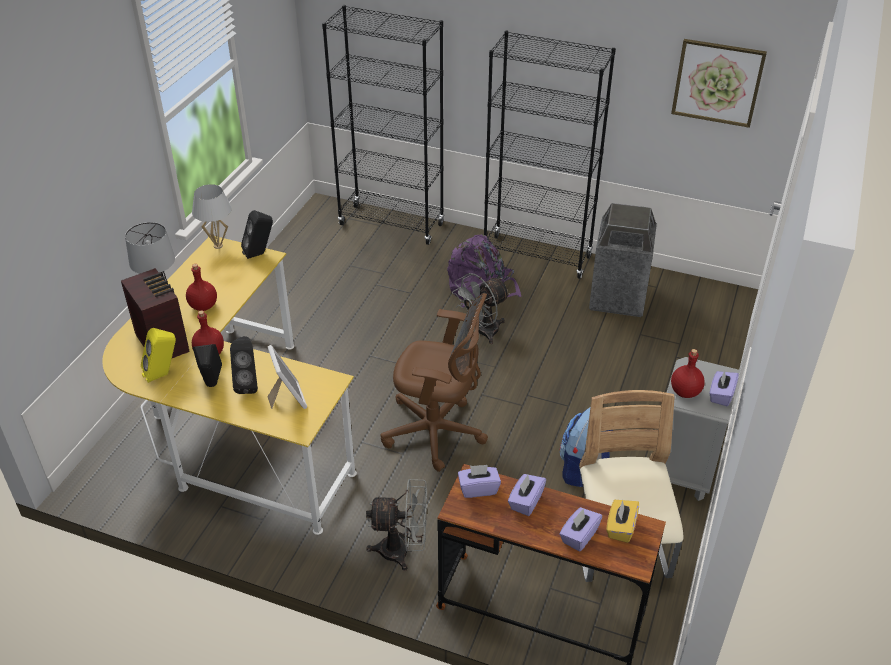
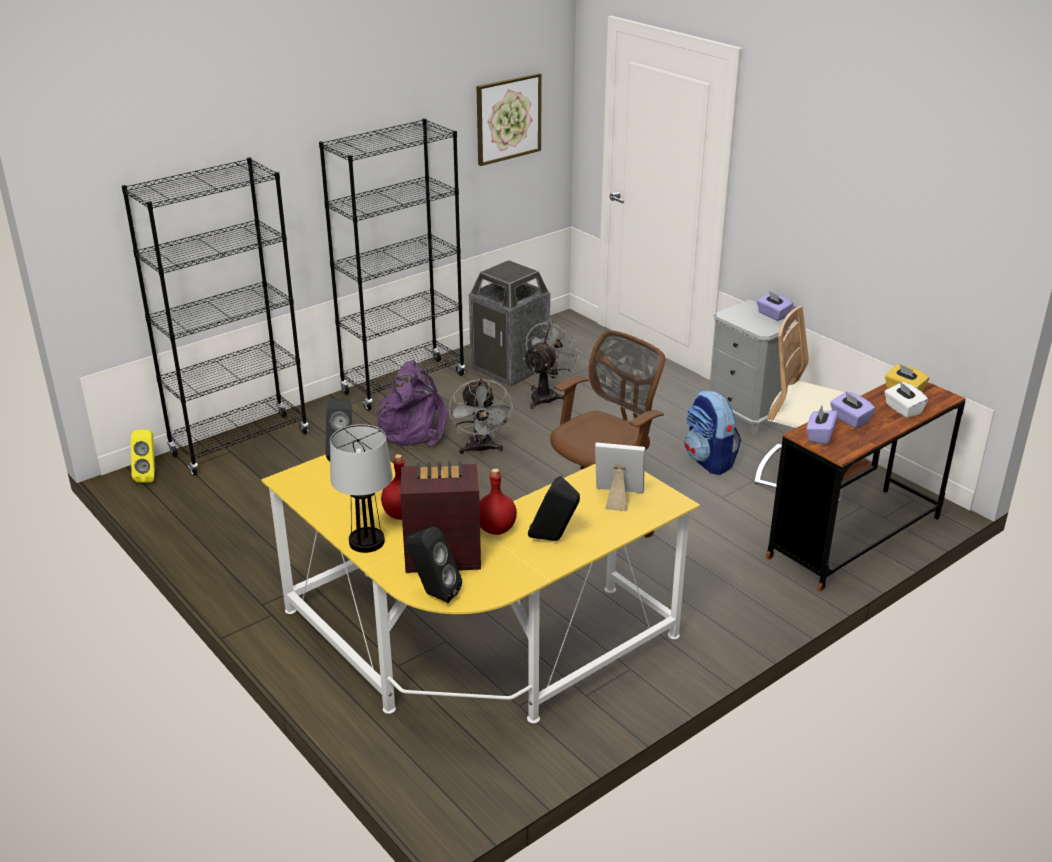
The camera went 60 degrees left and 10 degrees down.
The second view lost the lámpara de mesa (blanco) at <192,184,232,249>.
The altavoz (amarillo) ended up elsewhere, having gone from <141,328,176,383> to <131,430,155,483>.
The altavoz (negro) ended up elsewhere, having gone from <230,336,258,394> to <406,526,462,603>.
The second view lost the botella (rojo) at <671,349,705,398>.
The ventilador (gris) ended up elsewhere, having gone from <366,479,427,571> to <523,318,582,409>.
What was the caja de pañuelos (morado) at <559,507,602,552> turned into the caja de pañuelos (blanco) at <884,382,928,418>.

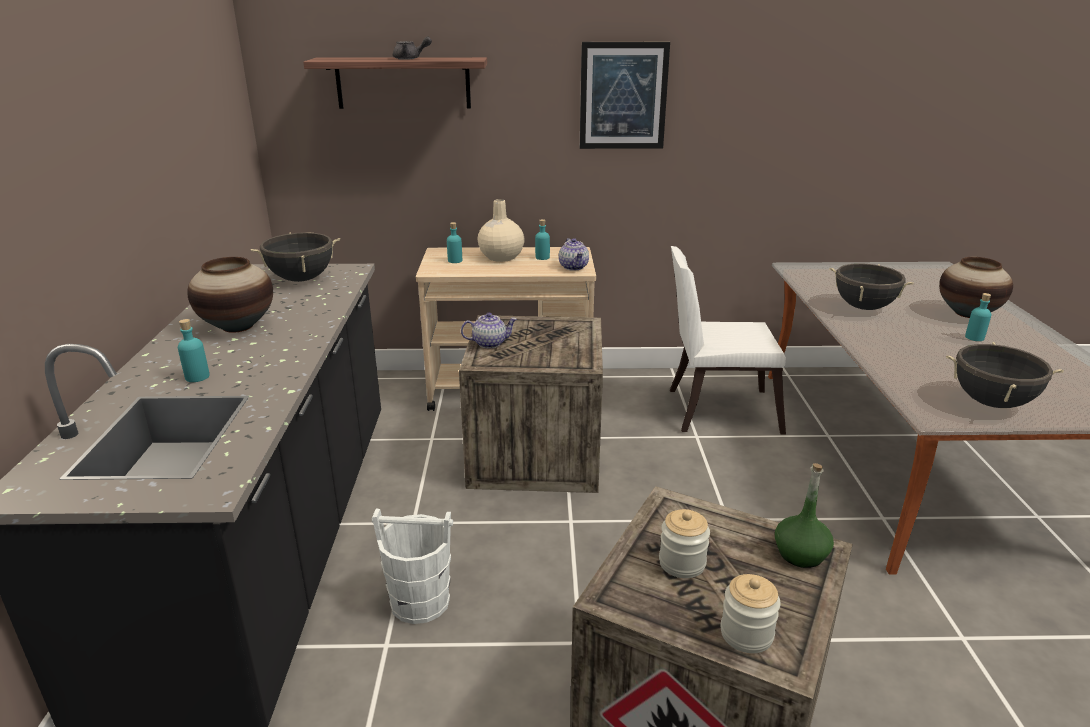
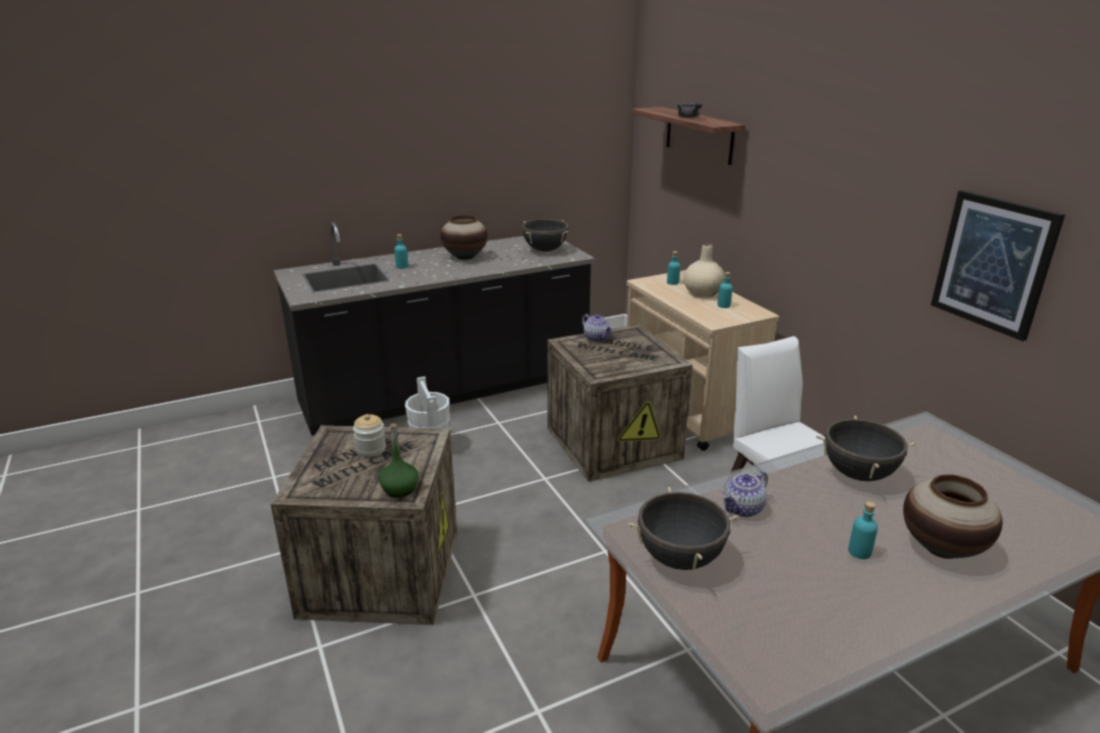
The camera went 65 degrees right and 0 degrees up.
The cuadro ended up elsewhere, having gone from <580,42,670,149> to <931,190,1065,341>.
The tetera ended up elsewhere, having gone from <559,238,589,271> to <723,471,768,517>.
The second view lost the tarro at <720,574,781,653>.

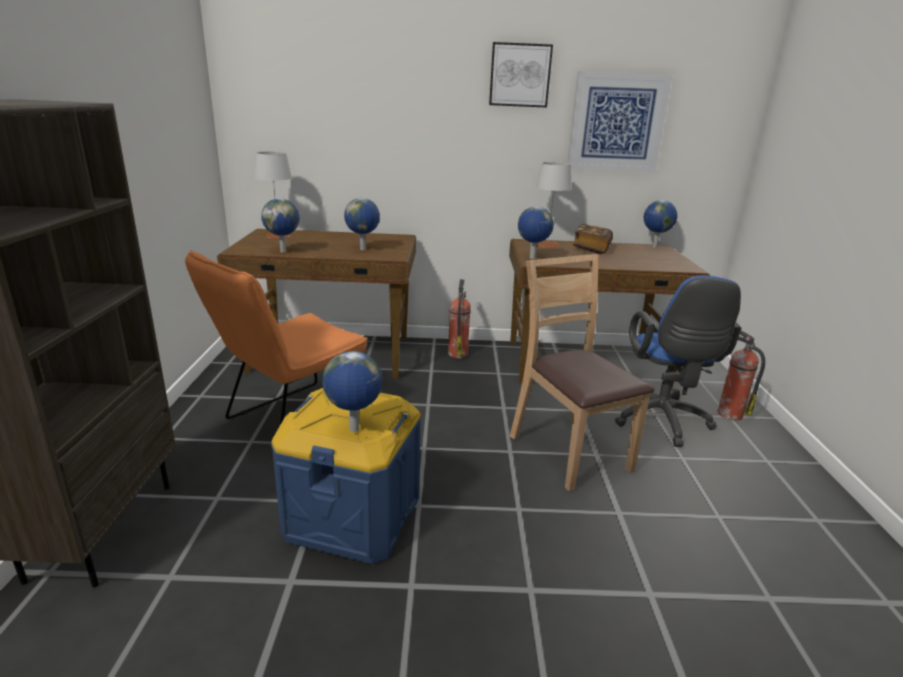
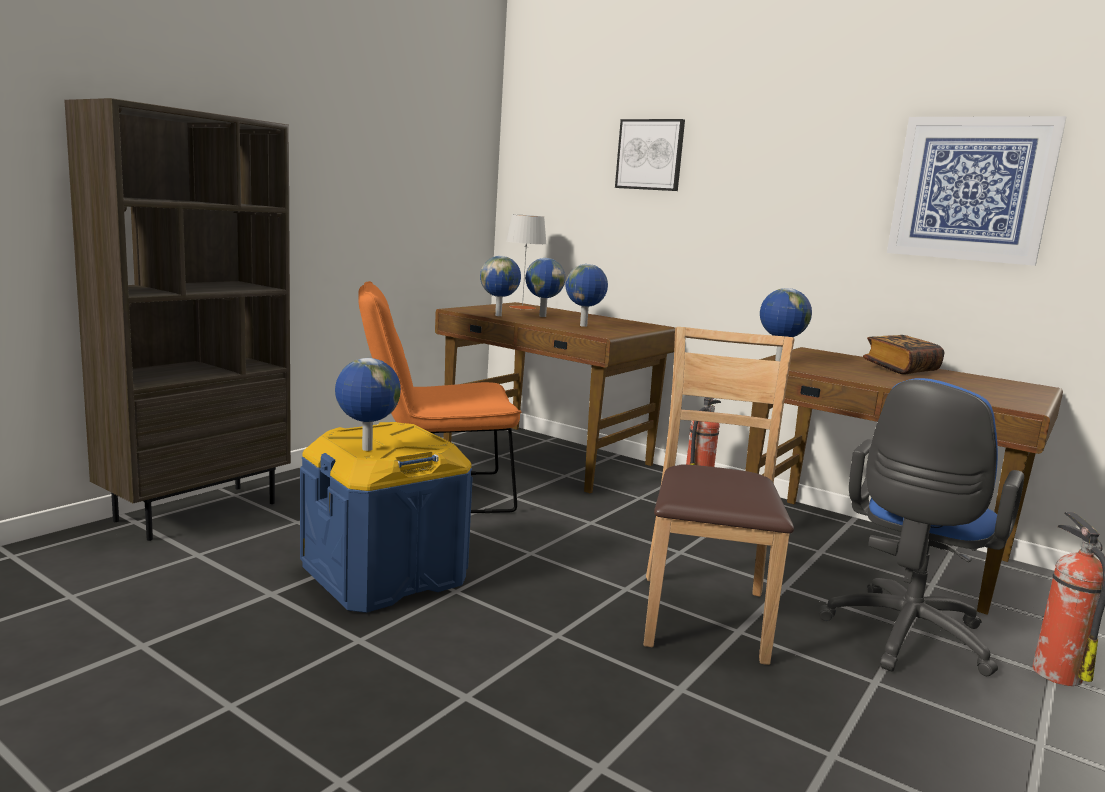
The camera went 35 degrees right and 10 degrees down.
The cuadro ended up elsewhere, having gone from <489,42,553,108> to <615,119,685,191>.
The second view lost the lámpara de mesa (gris) at <536,162,572,247>.
The globo terráqueo ended up elsewhere, having gone from <644,200,678,248> to <525,258,565,317>.

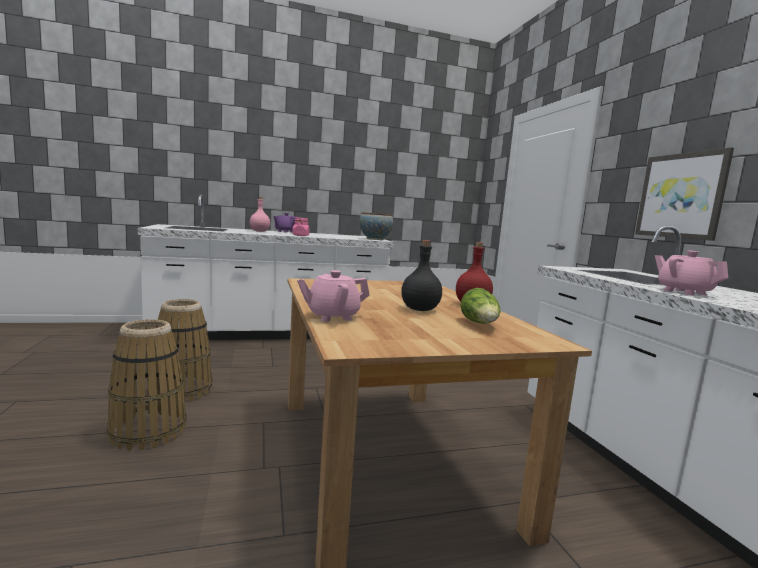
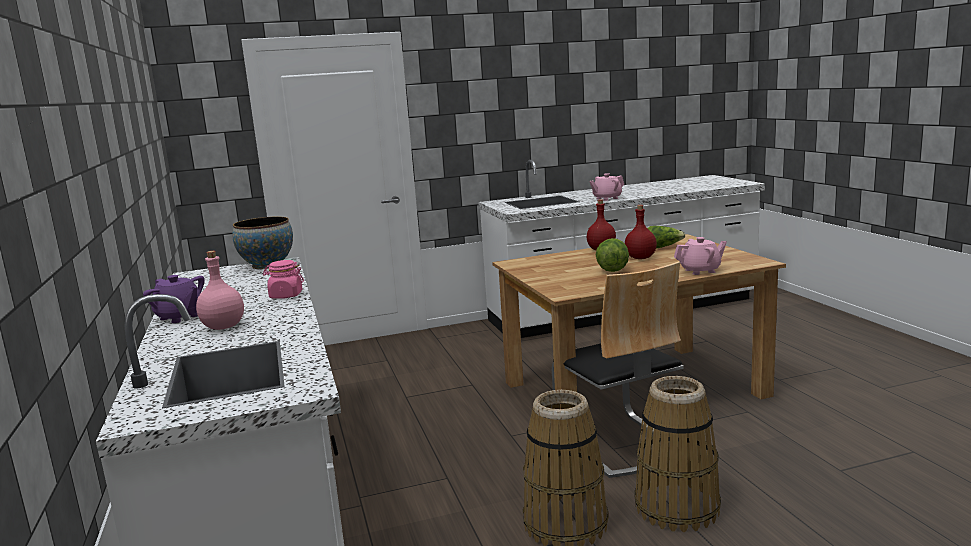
The camera went 90 degrees left and 5 degrees up.
The second view lost the cuadro at <635,147,734,241>.
What was the botella (negro) at <401,240,442,311> turned into the botella (rojo) at <625,205,657,259>.
The tetera (rosa) at <297,270,370,322> ended up facing another way, 75 degrees counterclockwise from before.
The second view gained the lechuga at <596,238,629,272>.
The second view gained the silla at <552,261,684,478>.

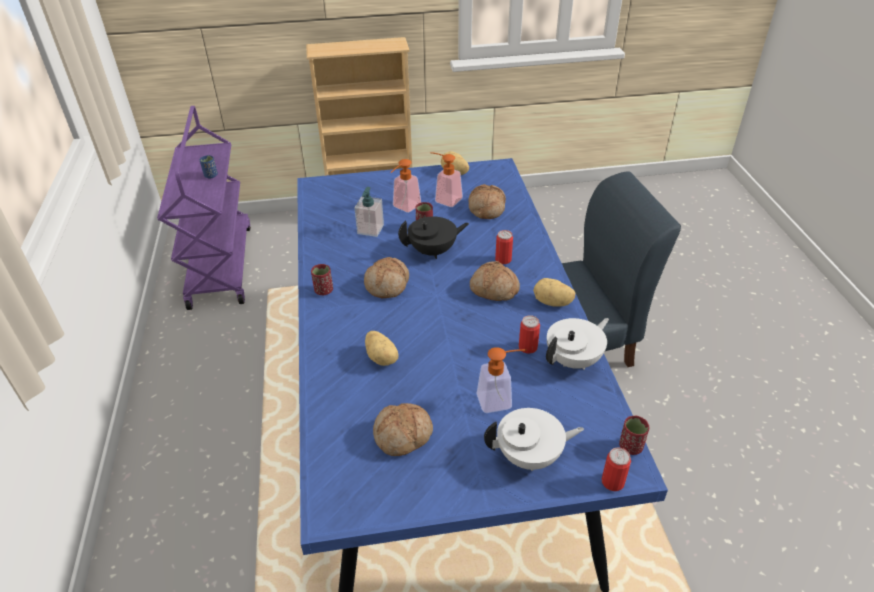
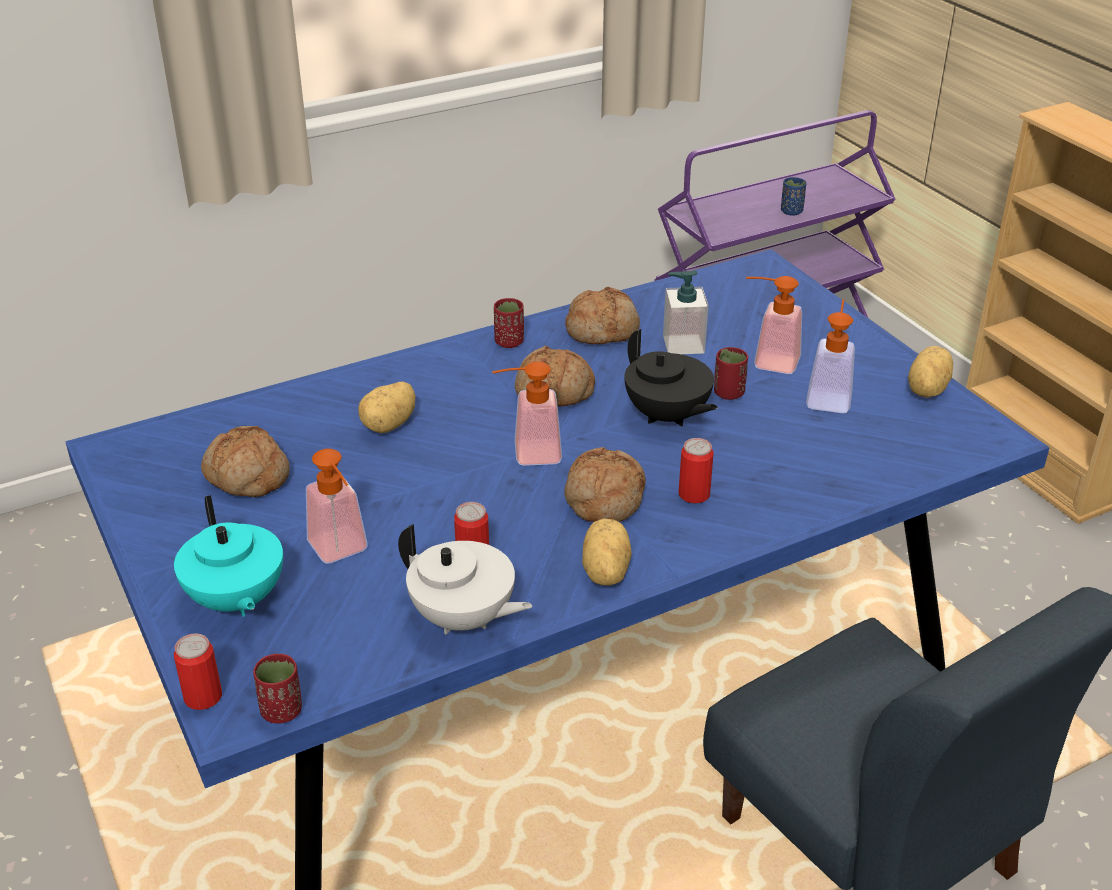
The camera went 70 degrees right and 5 degrees down.
The pan ended up elsewhere, having gone from <469,184,506,219> to <565,287,640,344>.
What was the tetera (blanco) at <484,408,584,471> turned into the tetera (turquesa) at <174,495,283,617>.
The second view gained the dispensador de jabón at <492,361,562,466>.

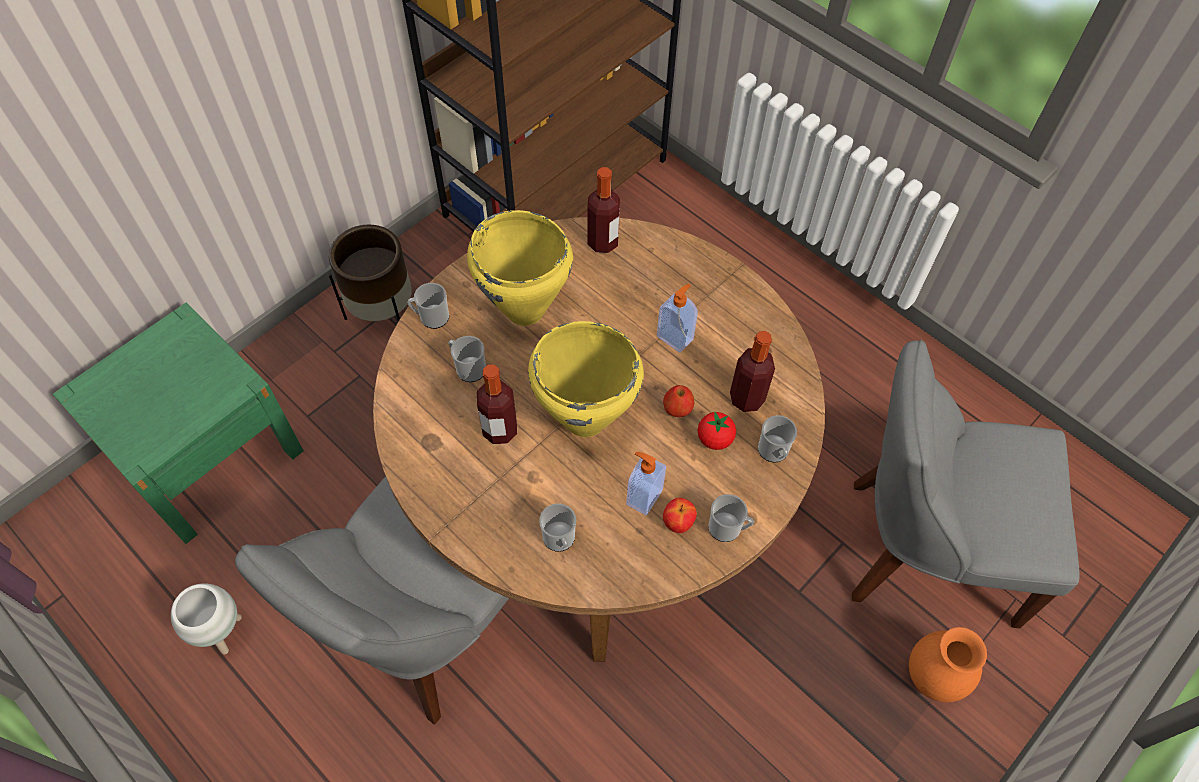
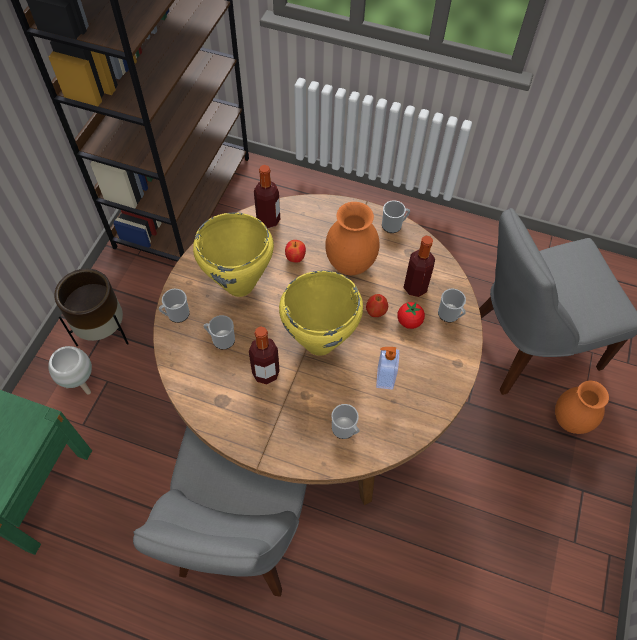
The camera went 25 degrees left and 0 degrees up.
Where the dispensador de jabón stood at <657,284,698,353>, the florero (naranja) came to stand at <325,202,380,275>.
The taza grande ended up elsewhere, having gone from <708,494,754,542> to <382,200,410,233>.
The manzana ended up elsewhere, having gone from <663,498,697,533> to <285,240,306,263>.
The maceta (blanco) ended up elsewhere, having gone from <171,583,242,655> to <48,346,92,395>.

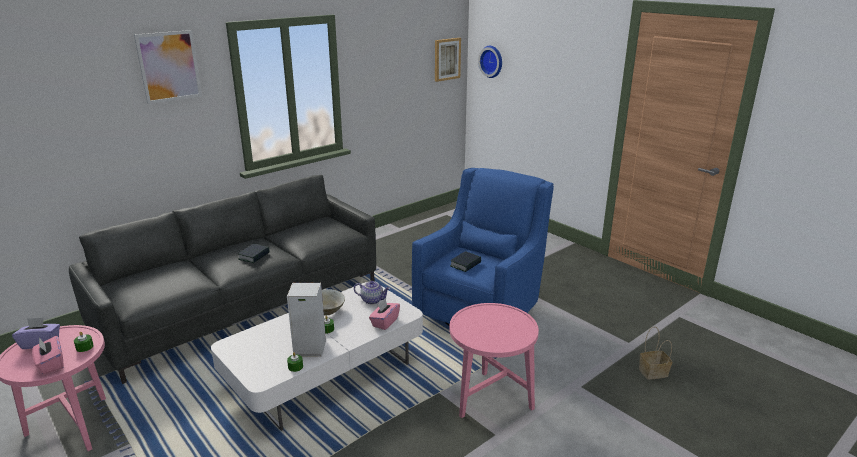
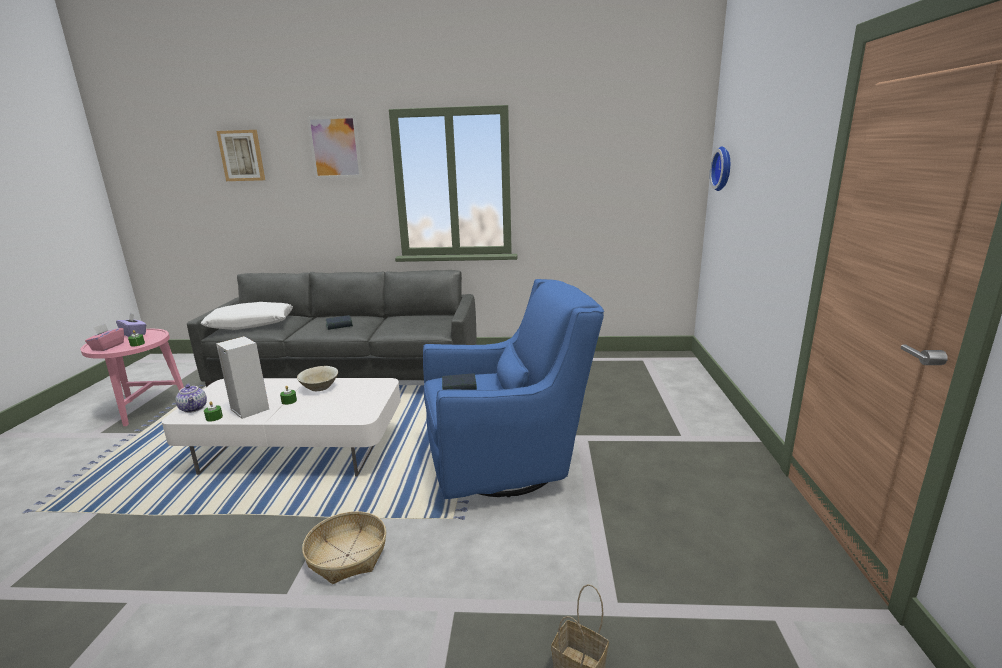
The camera went 45 degrees right and 5 degrees down.
The cuadro ended up elsewhere, having gone from <435,38,461,82> to <216,130,265,181>.
The tetera ended up elsewhere, having gone from <354,281,390,304> to <176,383,207,413>.
The second view lost the caja de pañuelos (rosa) at <369,299,400,330>.
Where the mesa auxiliar (rosa) stood at <449,303,539,418>, the cesta came to stand at <302,511,386,584>.
The second view gained the cojín (blanco) at <201,302,293,330>.

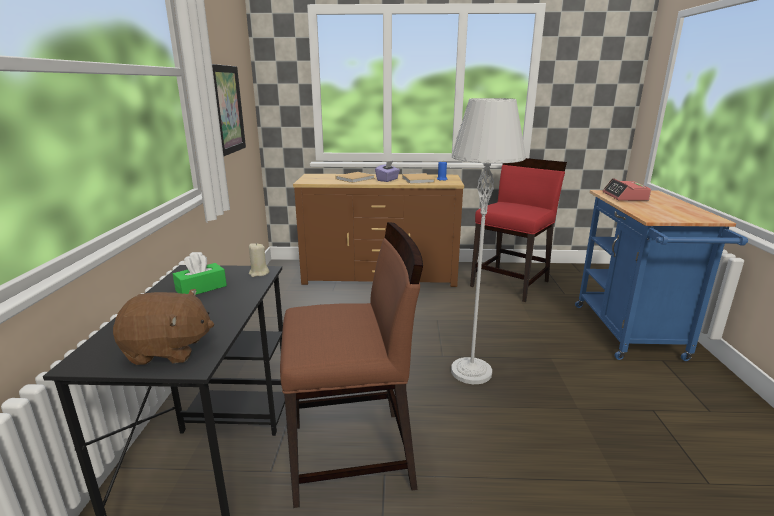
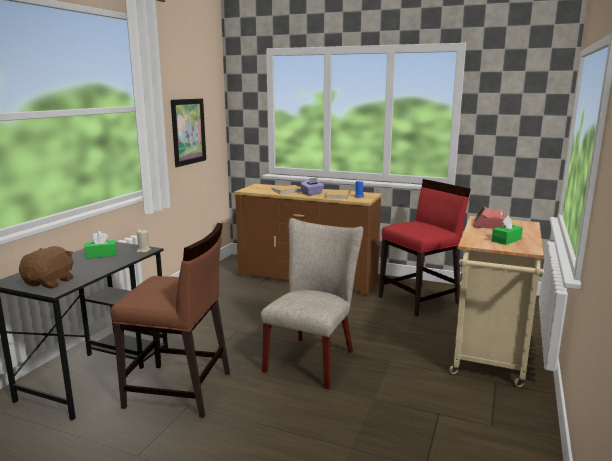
The camera went 20 degrees right and 5 degrees down.
Where the lámpara de pie (gris) stood at <451,98,526,384>, the silla (beis) came to stand at <261,218,363,389>.
What was the carrito (azul) at <575,190,748,361> turned into the carrito (beis) at <449,216,544,387>.
The peluche (marrón) at <113,289,214,365> ended up facing another way, 90 degrees counterclockwise from before.
The second view gained the caja de pañuelos (verde) at <492,216,523,245>.

